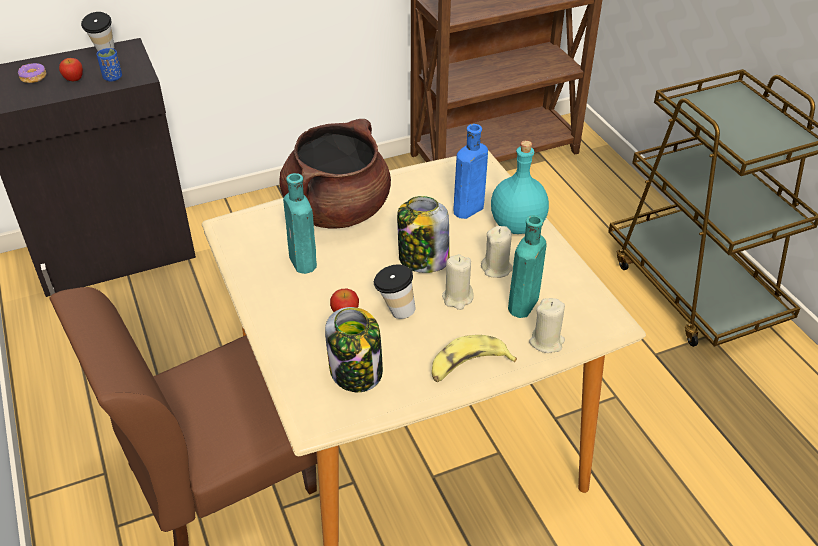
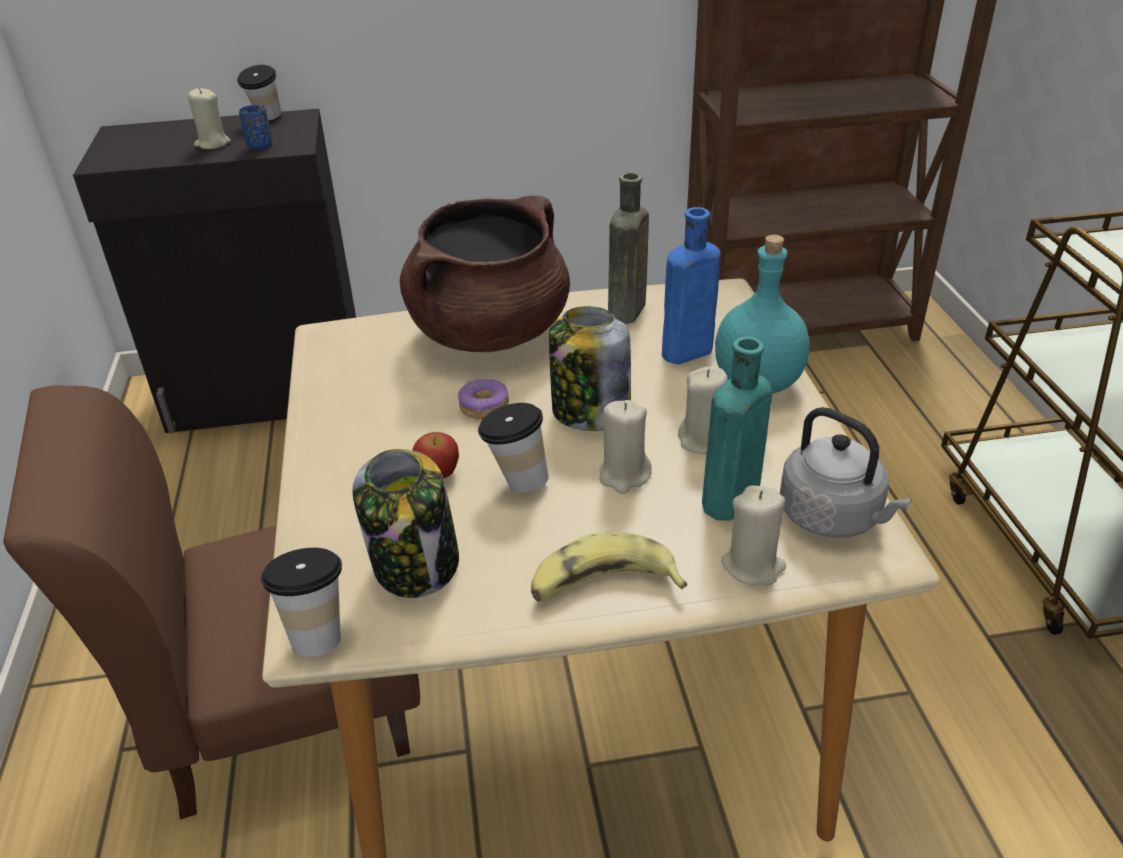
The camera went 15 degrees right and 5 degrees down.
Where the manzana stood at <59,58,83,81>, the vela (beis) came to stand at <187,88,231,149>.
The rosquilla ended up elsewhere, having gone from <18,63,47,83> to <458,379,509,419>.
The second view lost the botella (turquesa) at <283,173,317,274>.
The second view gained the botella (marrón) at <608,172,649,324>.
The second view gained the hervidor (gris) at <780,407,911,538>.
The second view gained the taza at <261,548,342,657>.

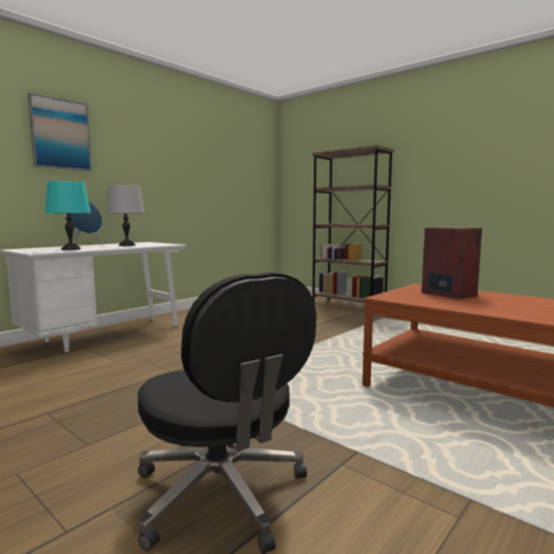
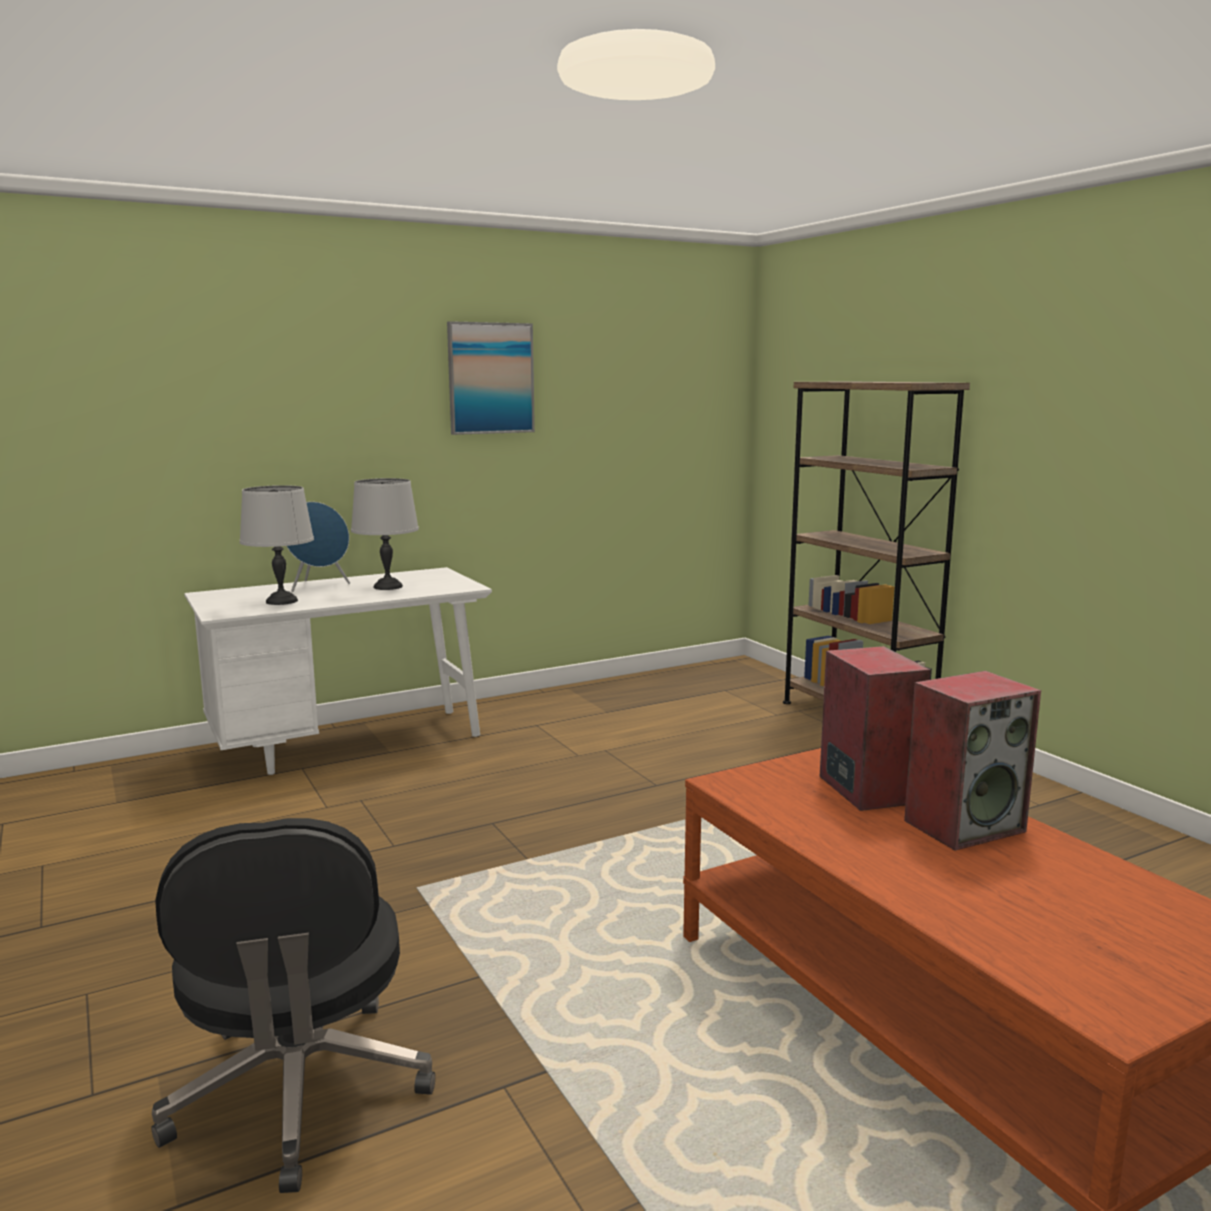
The camera went 20 degrees right and 5 degrees up.
The cuadro ended up elsewhere, having gone from <28,93,92,171> to <447,321,535,435>.
What was the lámpara de mesa (turquesa) at <45,181,91,250> turned into the lámpara de mesa (gris) at <240,485,314,605>.
The second view gained the altavoz at <904,671,1041,851>.

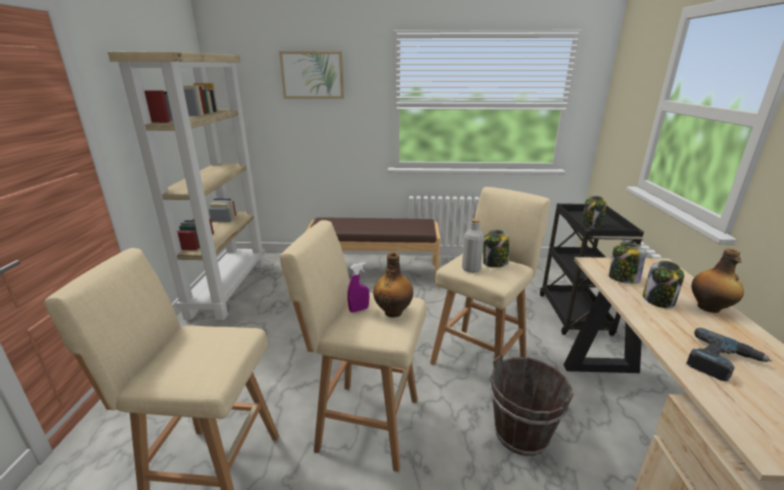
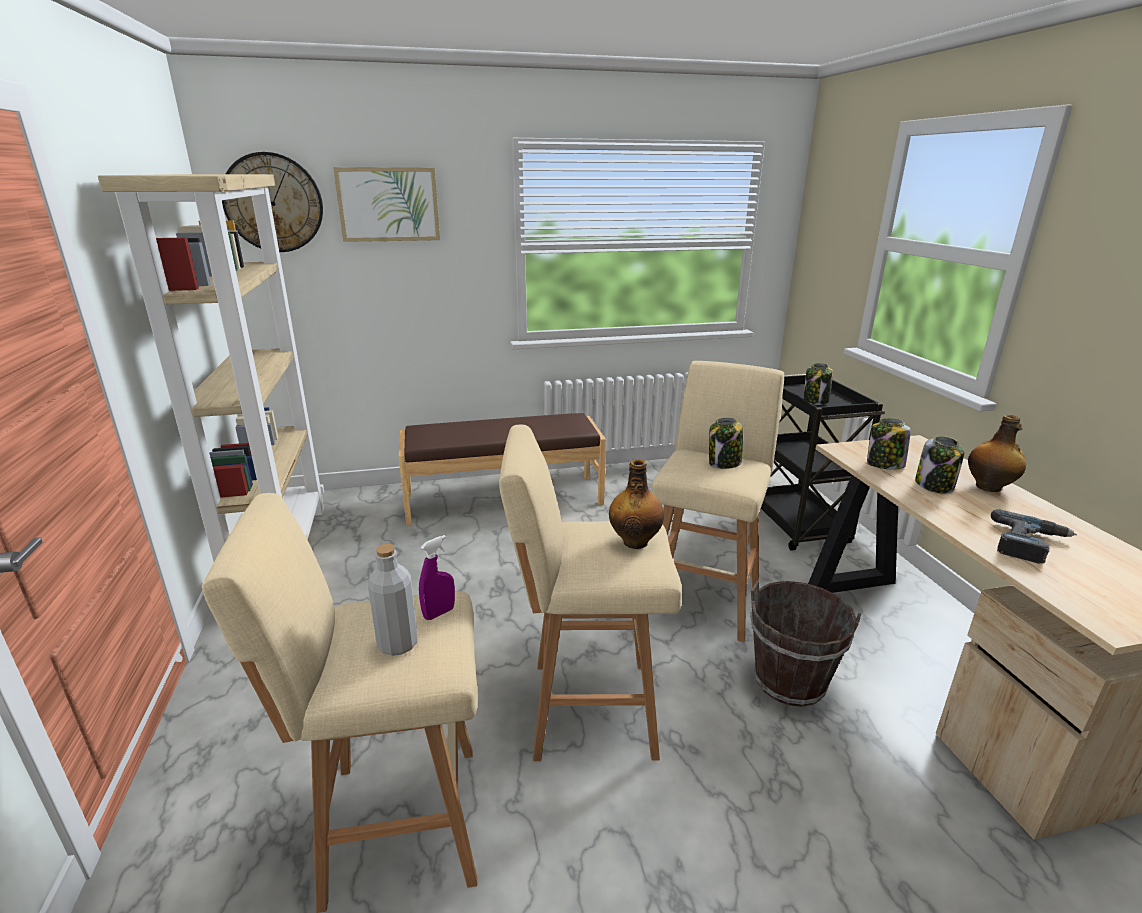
The camera went 15 degrees left and 0 degrees up.
The botella (gris) ended up elsewhere, having gone from <462,219,484,273> to <368,544,418,656>.
The pulverizador (morado) ended up elsewhere, having gone from <347,262,369,313> to <419,535,455,620>.
The second view gained the reloj de pared at <222,152,323,252>.

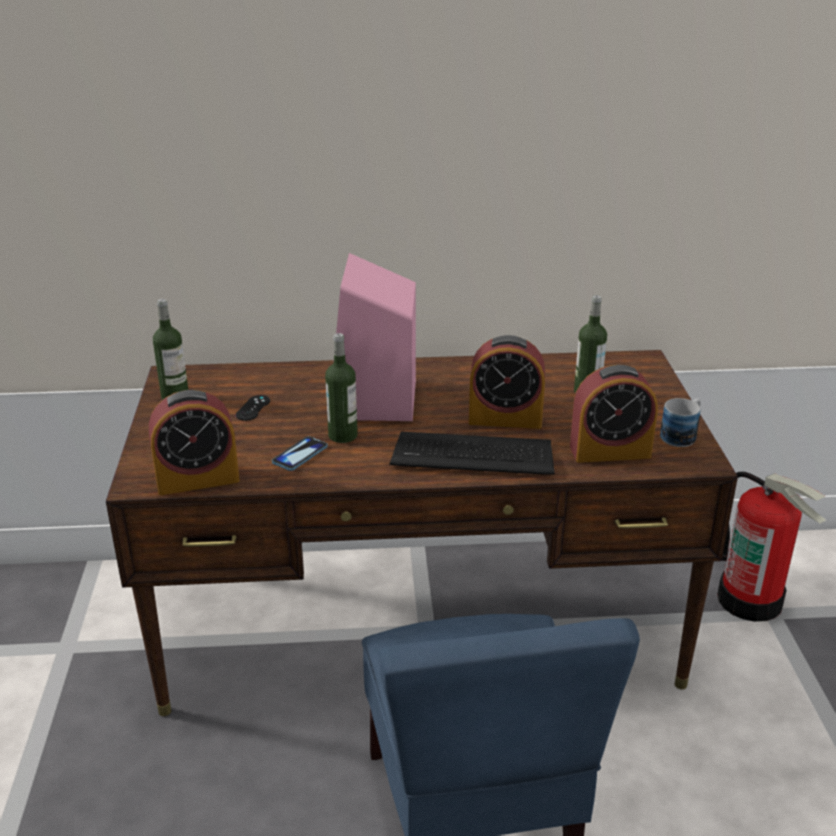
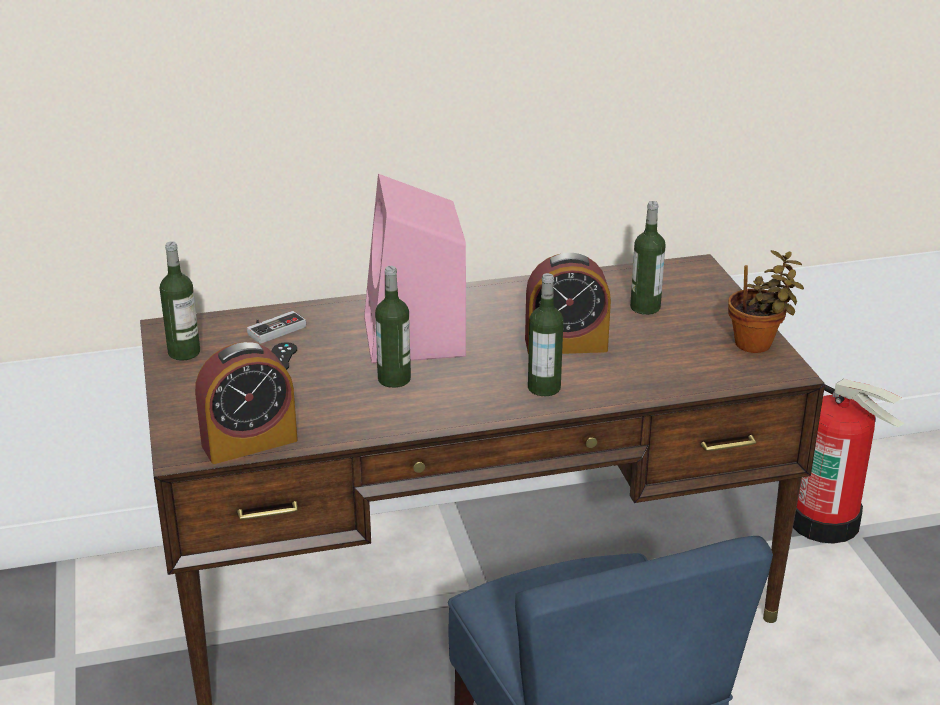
The camera went 10 degrees left and 0 degrees up.
The second view lost the despertador at <570,365,658,463>.
Where the taza grande stood at <660,398,701,447>, the planta en maceta came to stand at <728,250,804,353>.
Where the teclado stood at <389,432,555,475>, the botella came to stand at <528,273,564,396>.
The second view lost the móvil at <272,436,328,471>.
The second view gained the mando de consola at <247,311,306,344>.

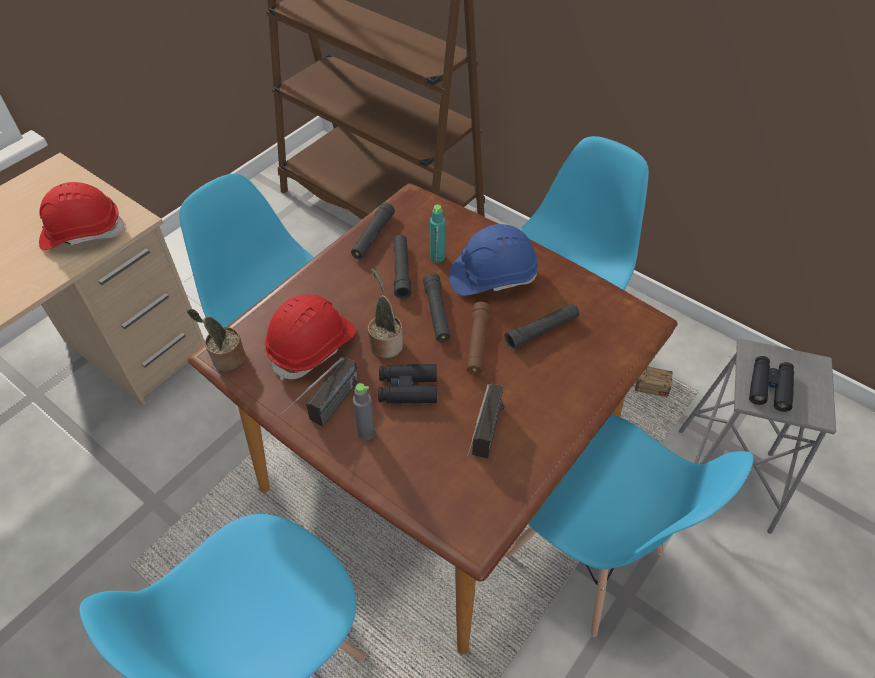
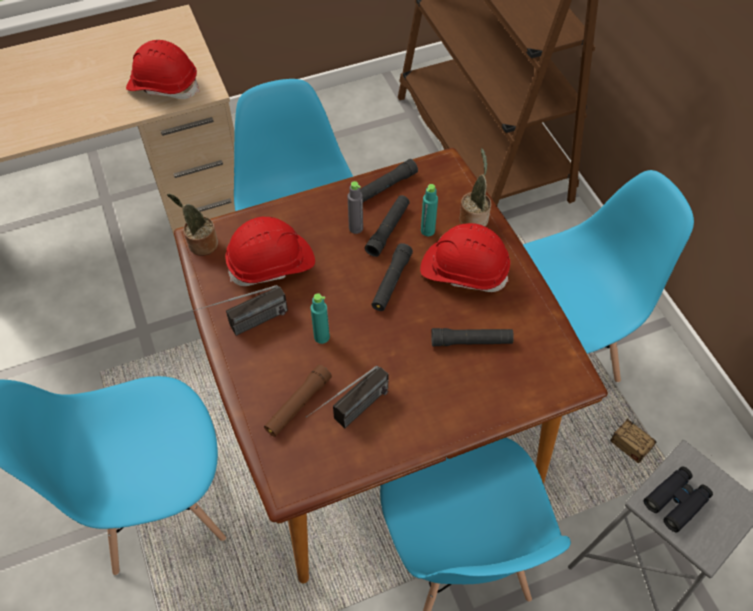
The camera went 30 degrees right and 5 degrees up.
What was the casco (azul) at <449,224,538,295> turned into the casco (rojo) at <420,223,510,292>.
The planta en maceta ended up elsewhere, having gone from <368,268,403,358> to <459,148,491,227>.
The linterna (marrón) ended up elsewhere, having gone from <467,302,491,375> to <264,365,332,437>.
Where the prismáticos (negro) stood at <378,364,437,403>, the botella (turquesa) came to stand at <311,293,330,344>.
The botella (gris) ended up elsewhere, having gone from <353,383,375,440> to <348,181,363,234>.

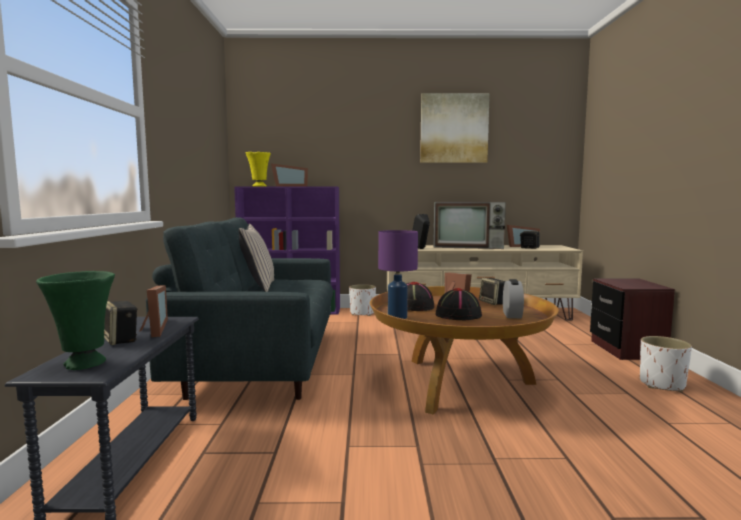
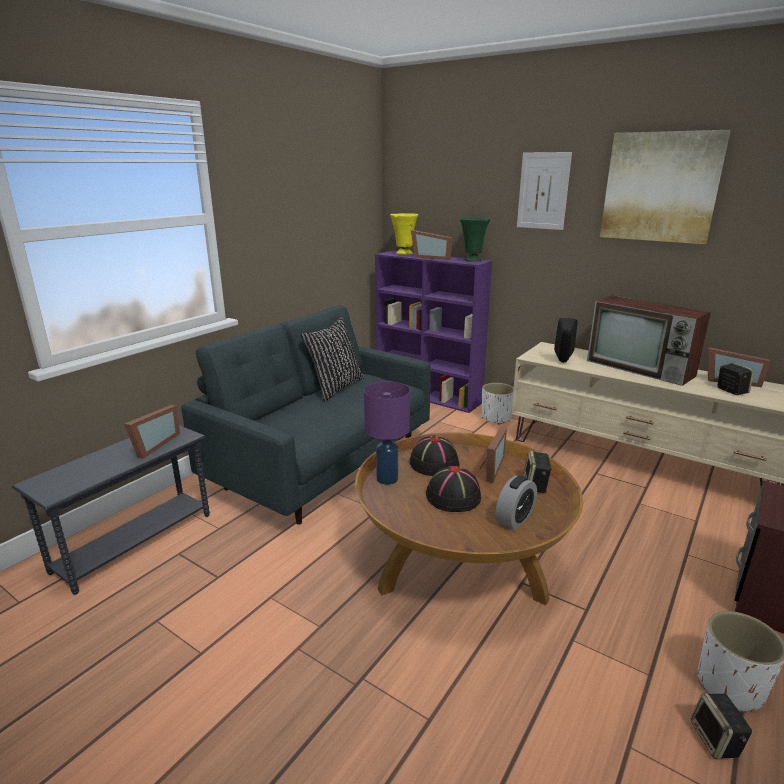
The camera went 35 degrees right and 15 degrees up.
What was the cojín (beis) at <238,224,274,292> turned into the cojín (negro) at <300,317,364,402>.
The florero (verde) ended up elsewhere, having gone from <36,271,115,370> to <460,217,490,262>.
The altavoz ended up elsewhere, having gone from <104,301,138,345> to <691,693,752,759>.
The second view gained the cuadro at <517,152,572,230>.

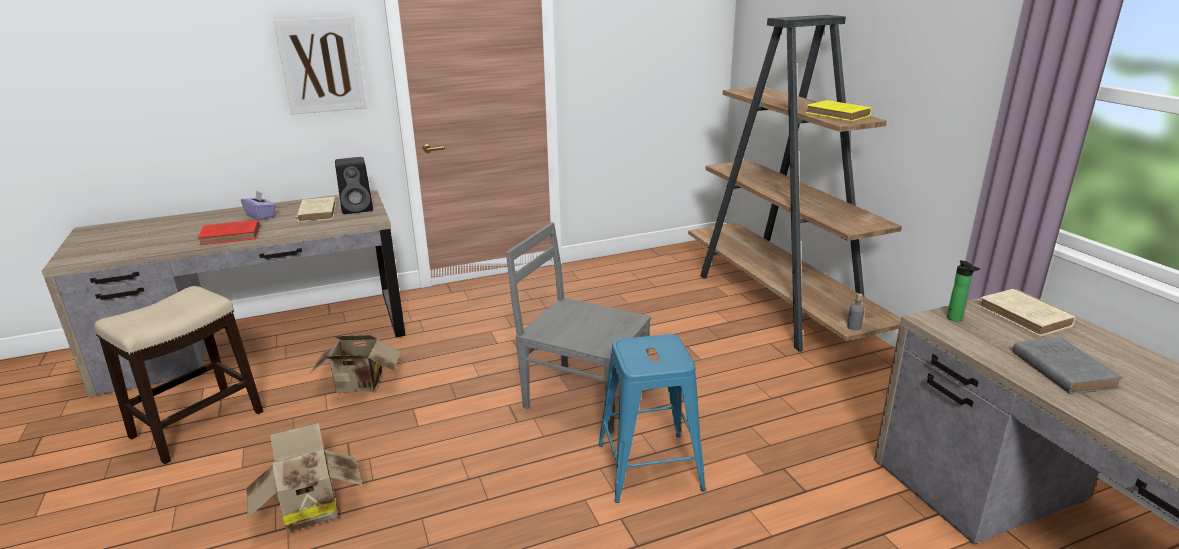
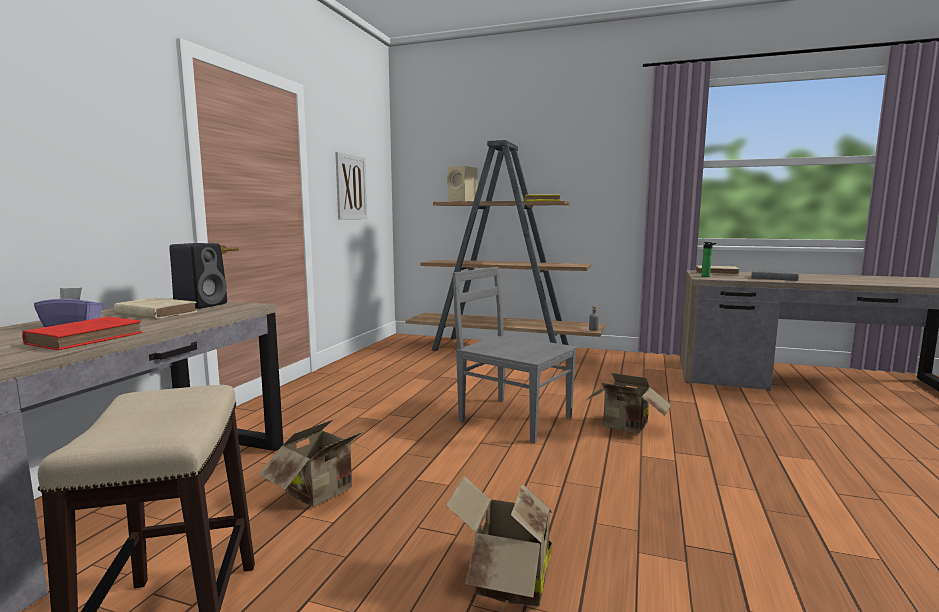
The camera went 50 degrees left and 15 degrees down.
The cuadro ended up elsewhere, having gone from <273,17,367,115> to <335,152,367,220>.
The silla (gris) at <506,222,651,434> ended up facing another way, 60 degrees clockwise from before.
Where the taburete (azul) stood at <598,334,706,503>, the caja de cartón came to stand at <585,373,671,434>.
The second view gained the altavoz (beis) at <447,166,477,202>.

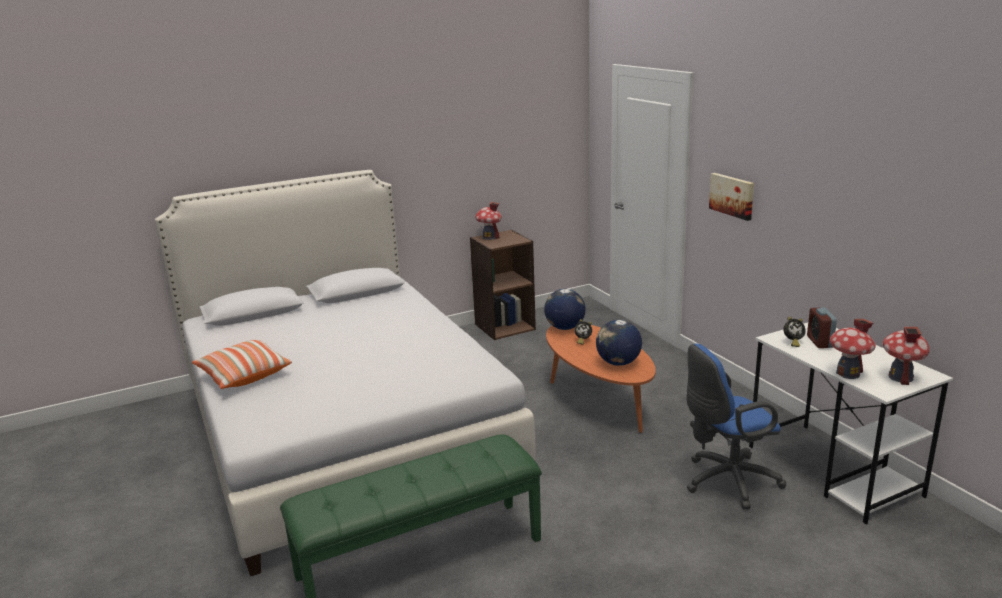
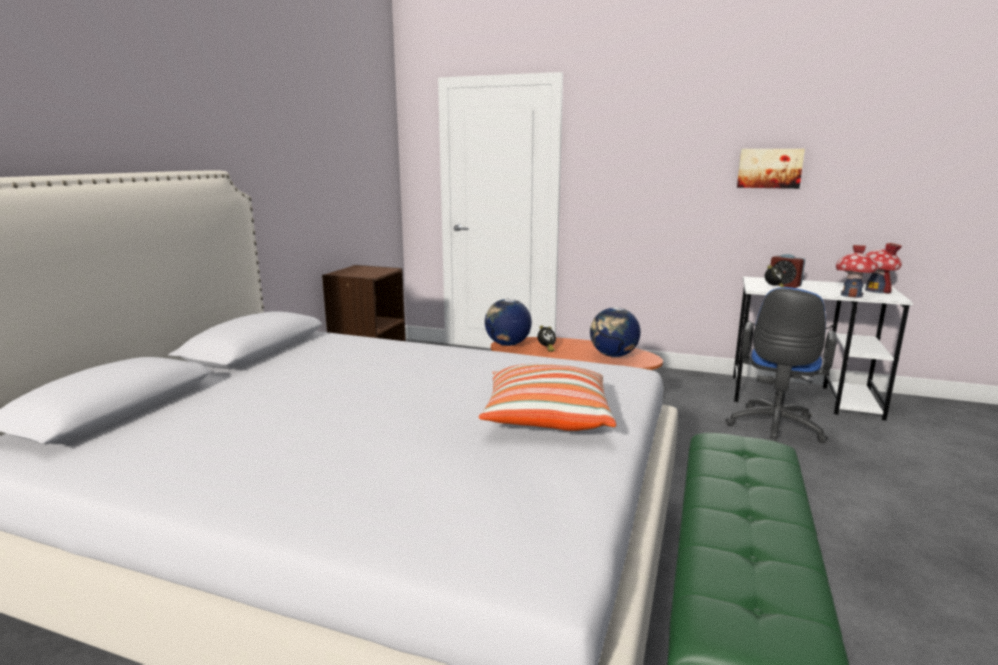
The camera went 45 degrees left and 5 degrees down.
The cuadro ended up elsewhere, having gone from <709,173,754,221> to <737,149,805,189>.
The second view lost the casita at <475,202,502,240>.
The cojín ended up elsewhere, having gone from <192,340,292,389> to <479,364,616,431>.

